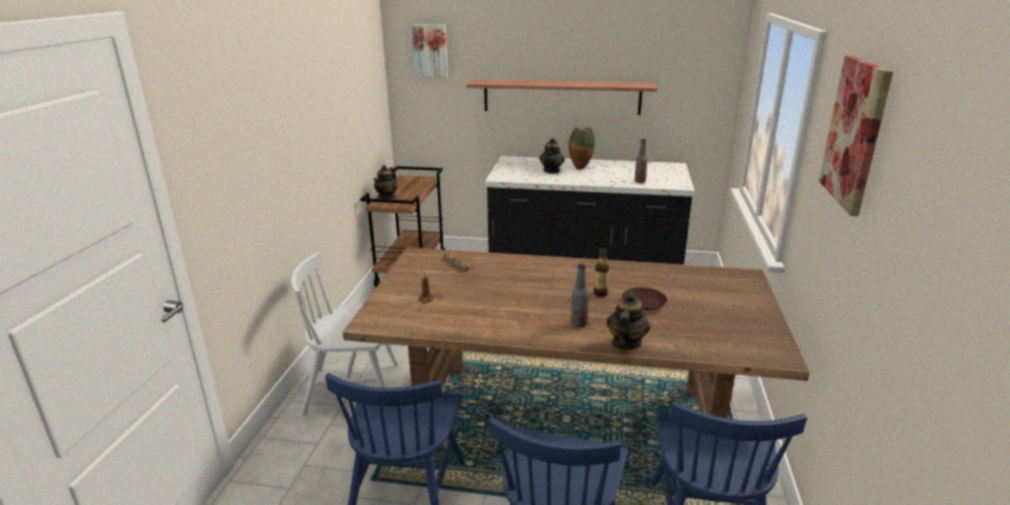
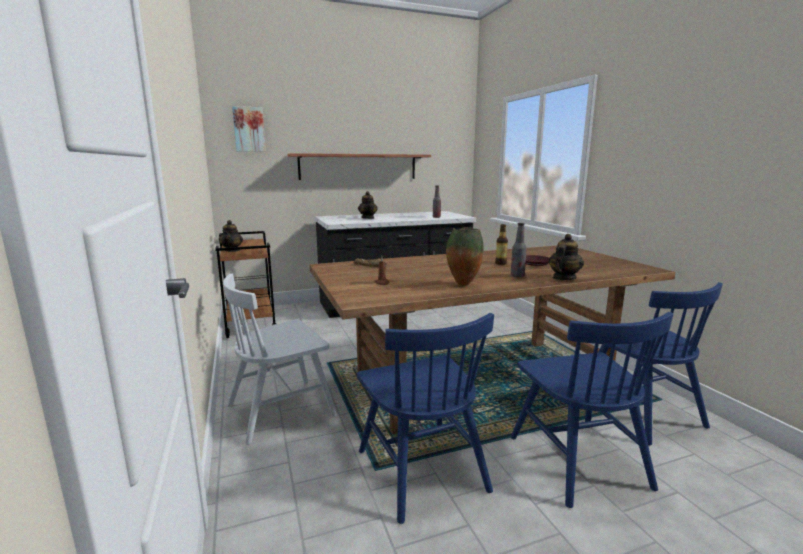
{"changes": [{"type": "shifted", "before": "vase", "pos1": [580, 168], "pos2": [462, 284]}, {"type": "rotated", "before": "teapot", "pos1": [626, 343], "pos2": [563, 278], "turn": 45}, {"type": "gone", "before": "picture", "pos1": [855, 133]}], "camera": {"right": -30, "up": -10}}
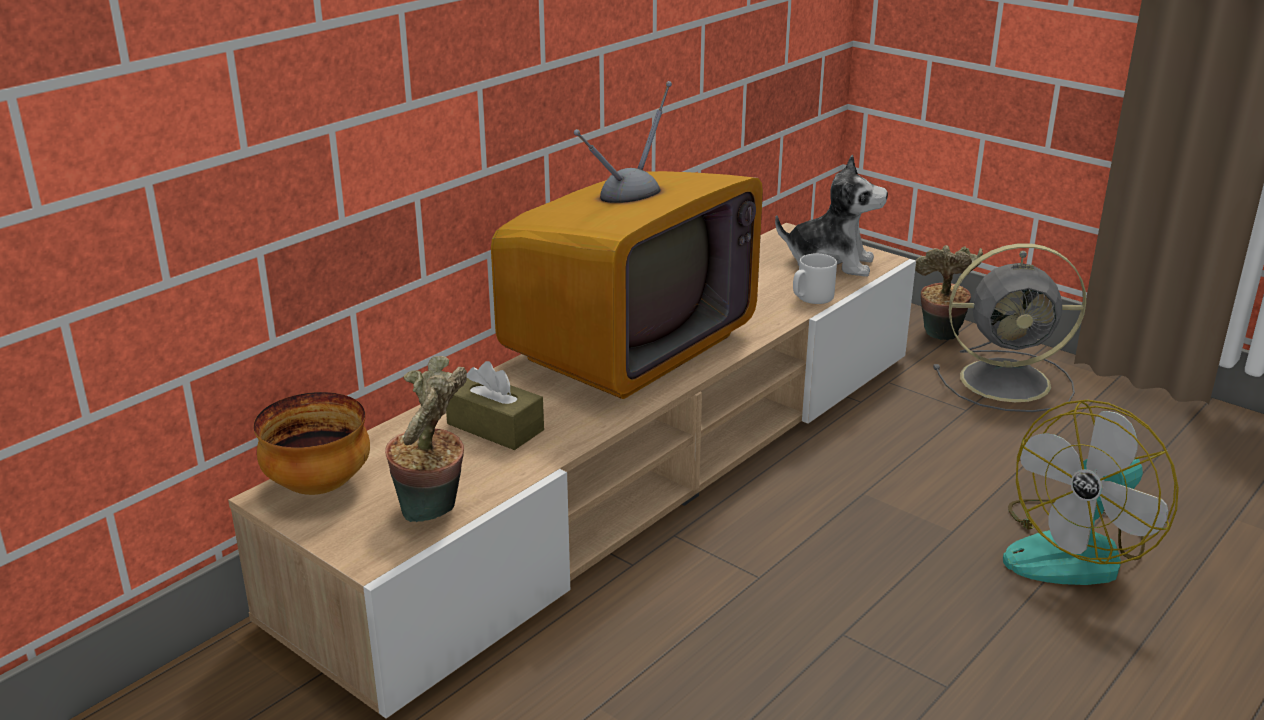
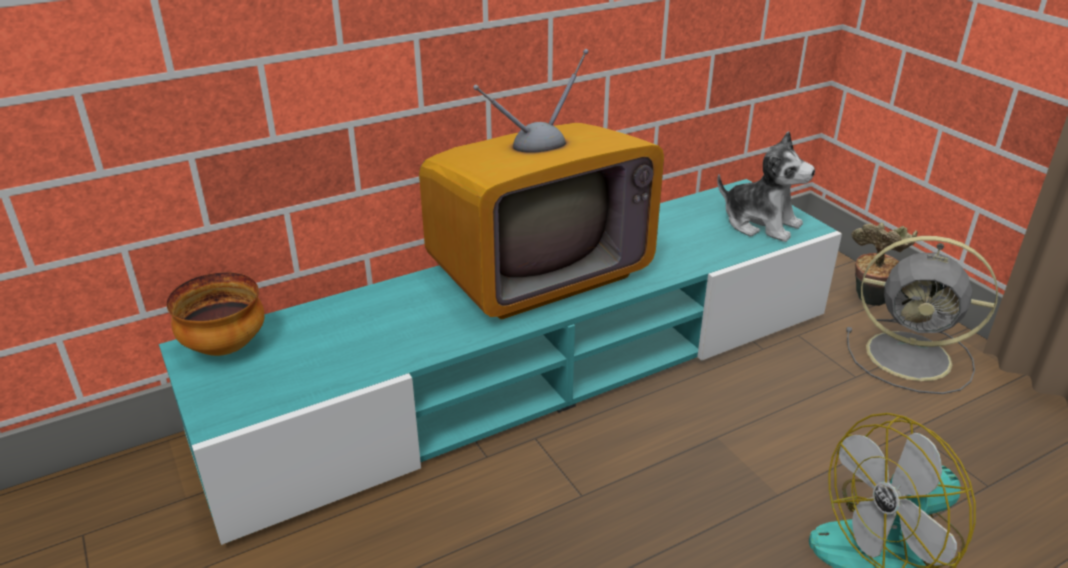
{"changes": [{"type": "repainted", "before": "tv stand/beige", "after": "tv stand/turquoise", "pos1": [633, 472], "pos2": [535, 373]}, {"type": "gone", "before": "potted plant", "pos1": [433, 511]}, {"type": "gone", "before": "tissue box/brown", "pos1": [495, 427]}, {"type": "gone", "before": "mug/grey", "pos1": [811, 298]}], "camera": {"right": 20, "up": 5}}
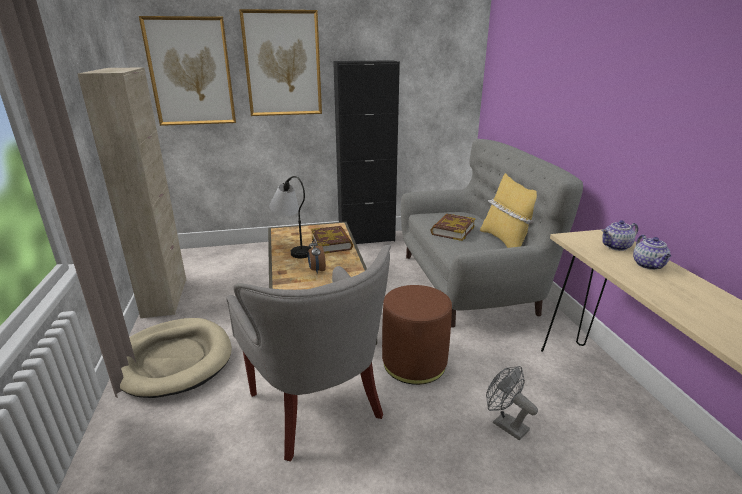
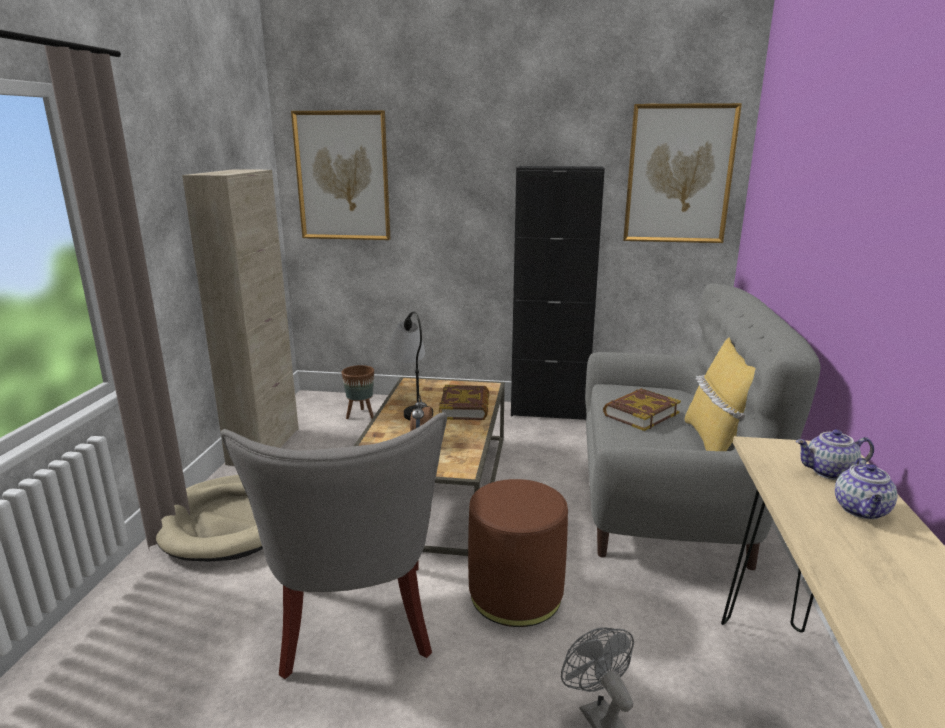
{"changes": [{"type": "new", "after": "planter/brown", "pos2": [360, 415]}, {"type": "shifted", "before": "picture", "pos1": [283, 64], "pos2": [679, 174]}], "camera": {"right": 20, "up": -5}}
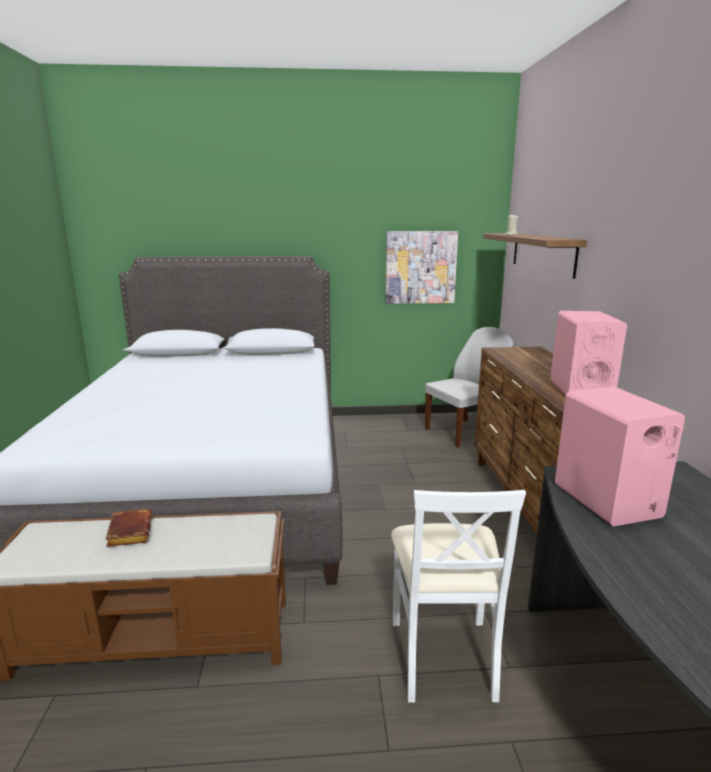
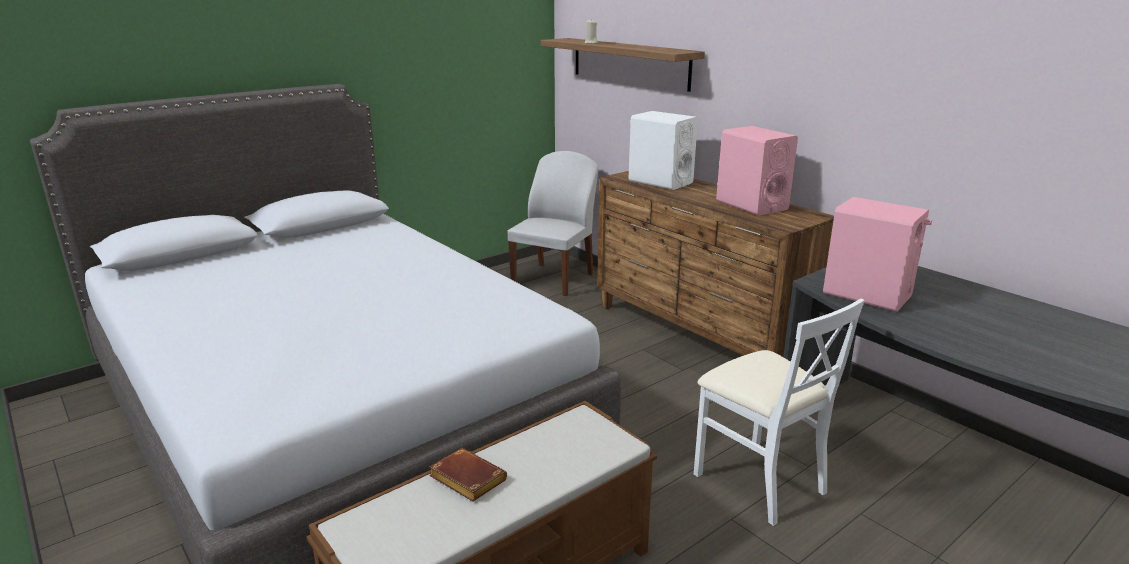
{"changes": [{"type": "new", "after": "speaker/white", "pos2": [660, 182]}, {"type": "gone", "before": "picture", "pos1": [420, 267]}], "camera": {"right": -35, "up": 5}}
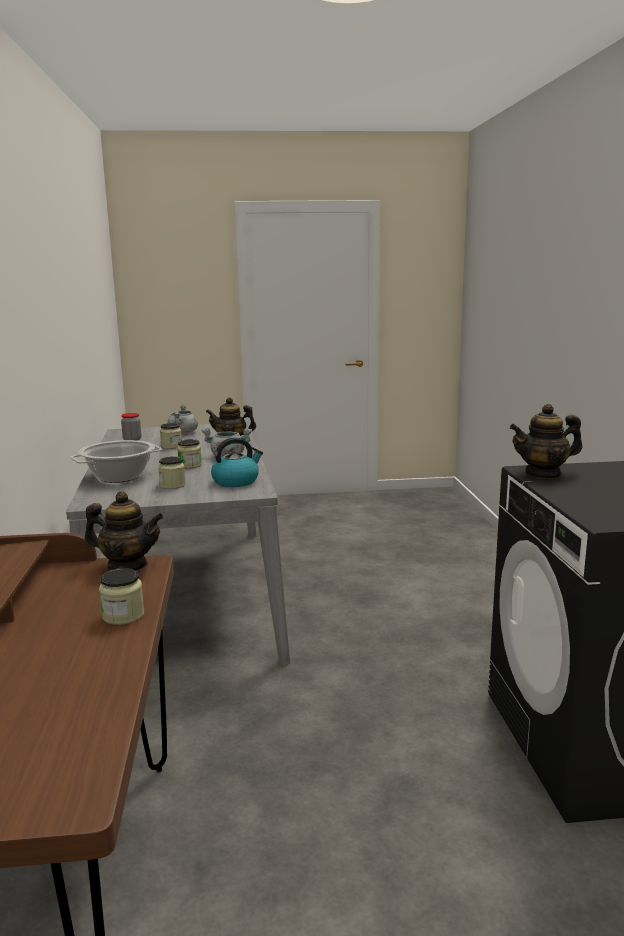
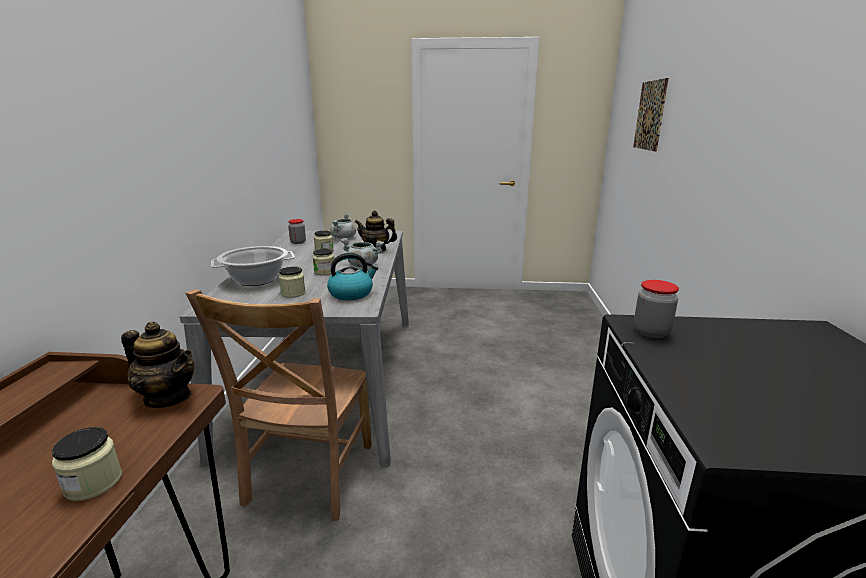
{"changes": [{"type": "new", "after": "chair/brown", "pos2": [308, 477]}, {"type": "new", "after": "picture", "pos2": [650, 115]}, {"type": "swapped", "before": "teapot", "after": "jar", "pos1": [543, 474], "pos2": [651, 332]}], "camera": {"right": 10, "up": 5}}
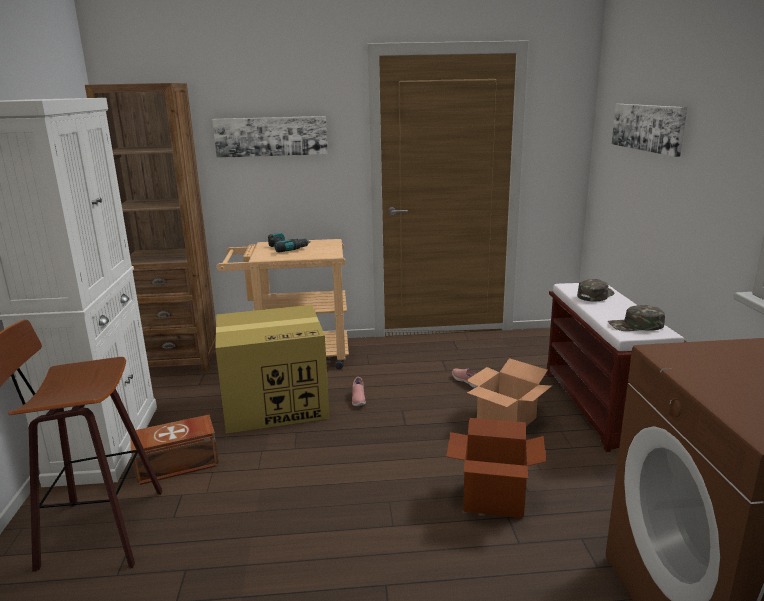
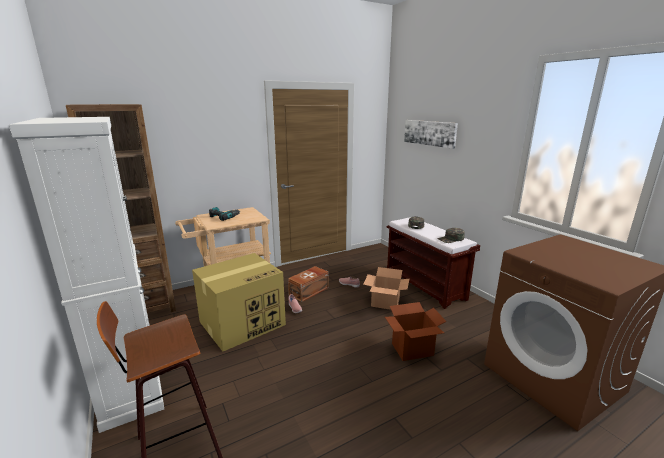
{"changes": [{"type": "shifted", "before": "storage box/brown", "pos1": [178, 465], "pos2": [309, 291]}, {"type": "gone", "before": "picture", "pos1": [271, 136]}], "camera": {"right": -25, "up": 0}}
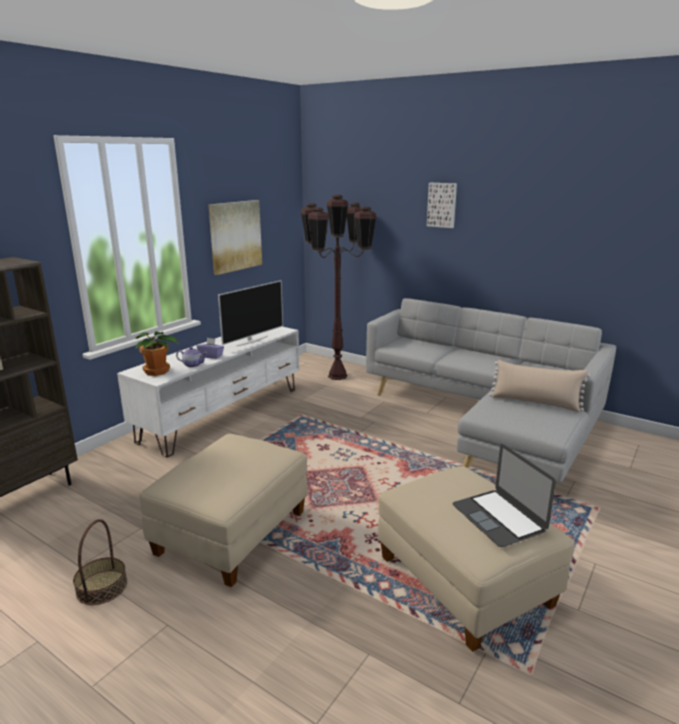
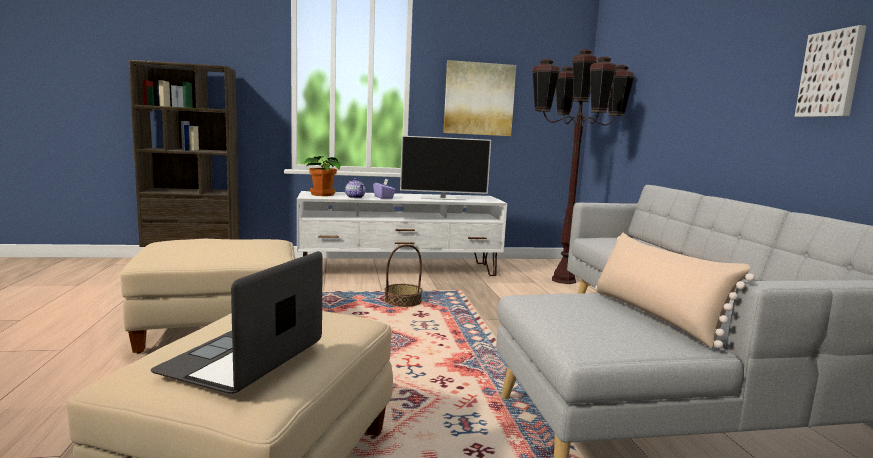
{"changes": [{"type": "shifted", "before": "basket", "pos1": [102, 587], "pos2": [403, 302]}, {"type": "shifted", "before": "picture", "pos1": [442, 205], "pos2": [831, 74]}], "camera": {"right": 45, "up": -10}}
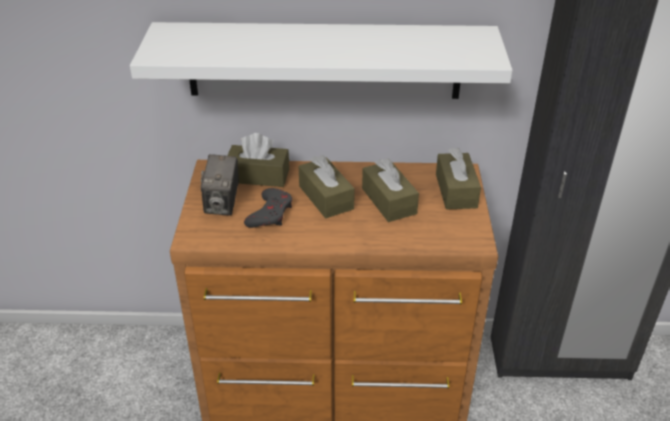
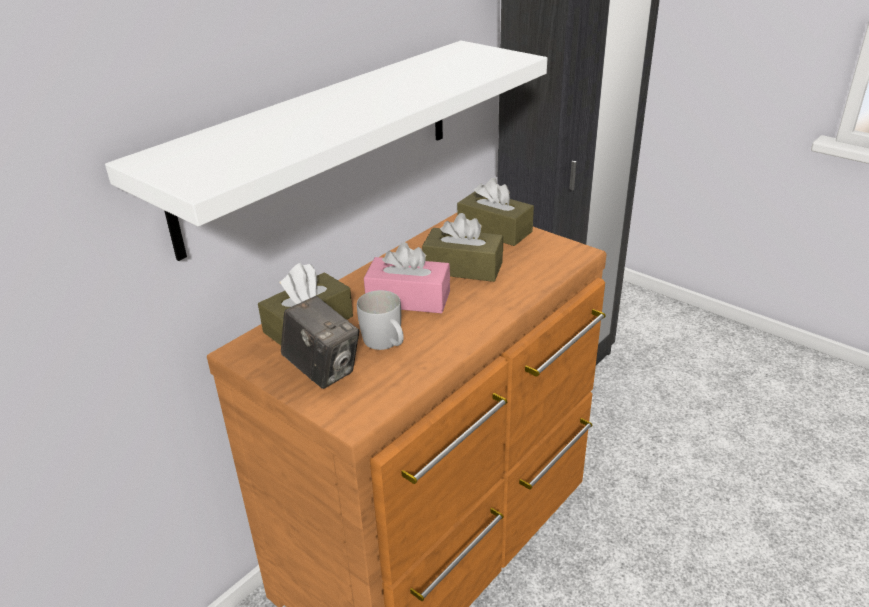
{"changes": [{"type": "swapped", "before": "game controller/grey", "after": "mug/white", "pos1": [270, 213], "pos2": [386, 343]}, {"type": "repainted", "before": "tissue box/brown", "after": "tissue box/pink", "pos1": [326, 197], "pos2": [408, 299]}], "camera": {"right": -50, "up": -5}}
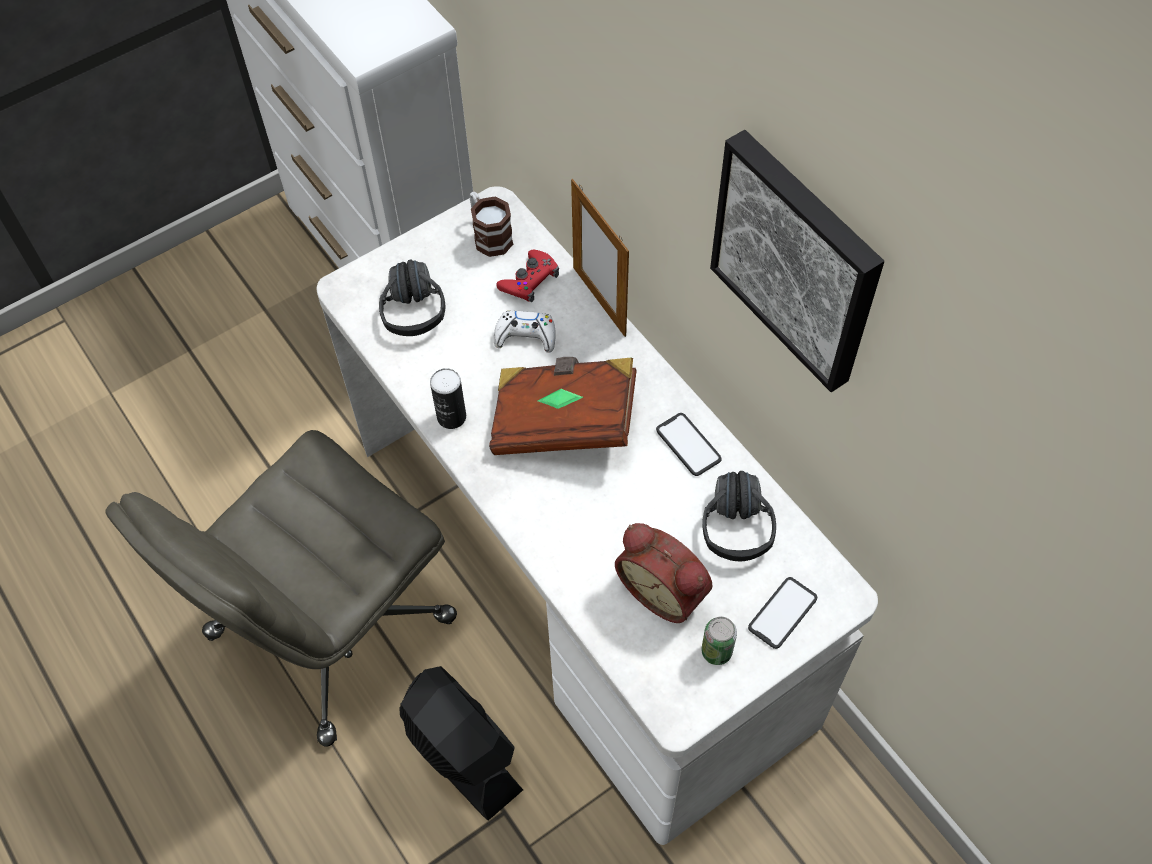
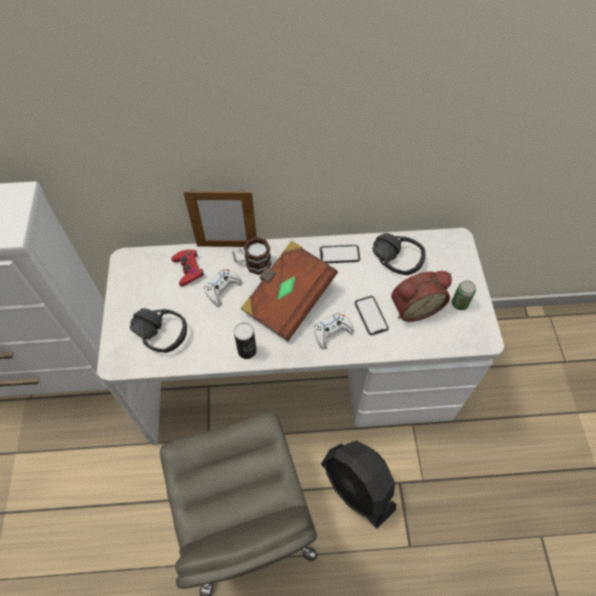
{"changes": [{"type": "shifted", "before": "mug", "pos1": [489, 235], "pos2": [252, 264]}, {"type": "new", "after": "game controller/white", "pos2": [332, 332]}, {"type": "rotated", "before": "fan/black", "pos1": [461, 753], "pos2": [357, 487], "turn": -120}, {"type": "shifted", "before": "phone", "pos1": [782, 613], "pos2": [371, 315]}, {"type": "gone", "before": "picture", "pos1": [798, 259]}], "camera": {"right": -60, "up": 0}}
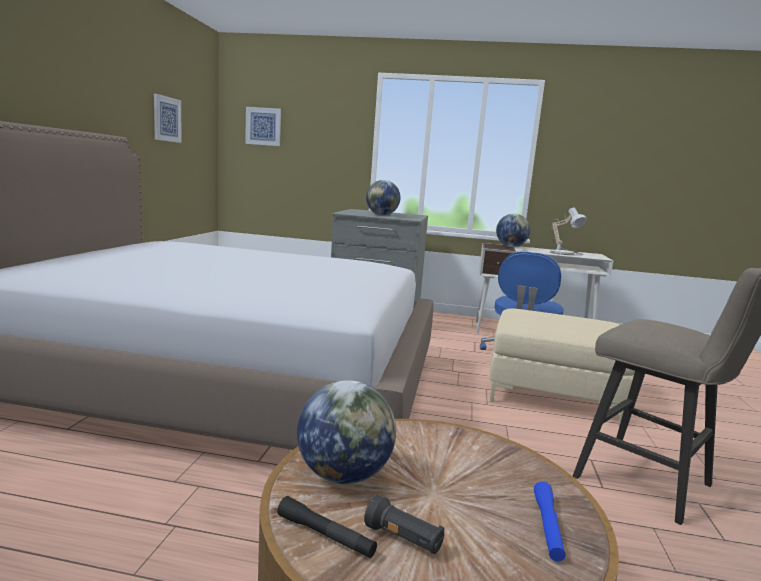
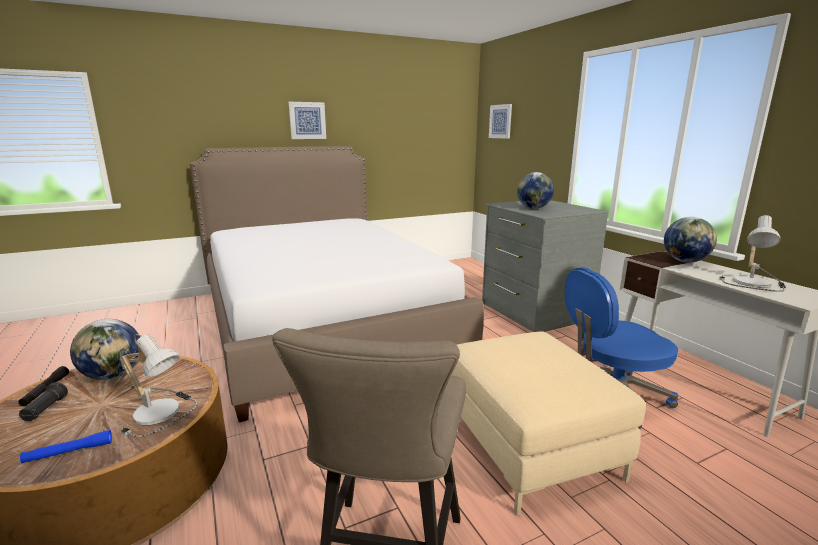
{"changes": [{"type": "new", "after": "table lamp", "pos2": [162, 411]}, {"type": "shifted", "before": "picture", "pos1": [166, 119], "pos2": [307, 120]}], "camera": {"right": 55, "up": 5}}
